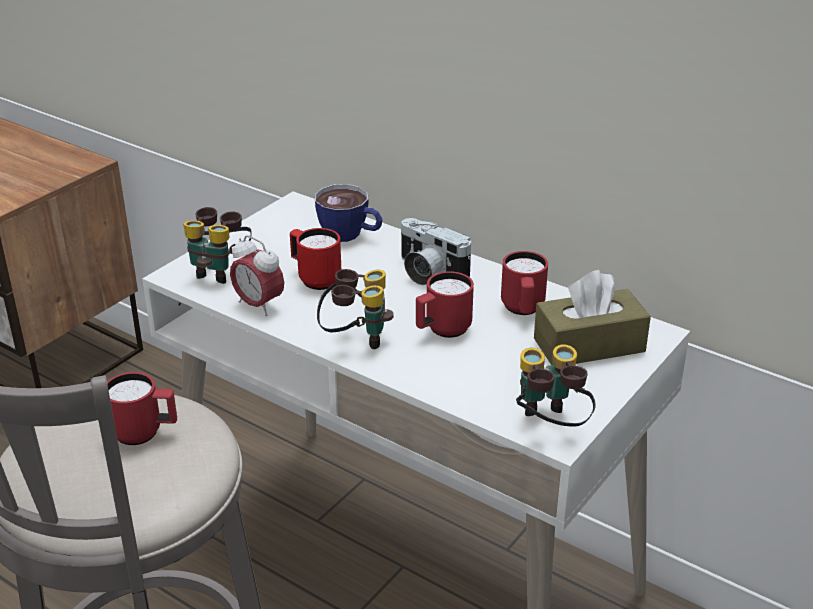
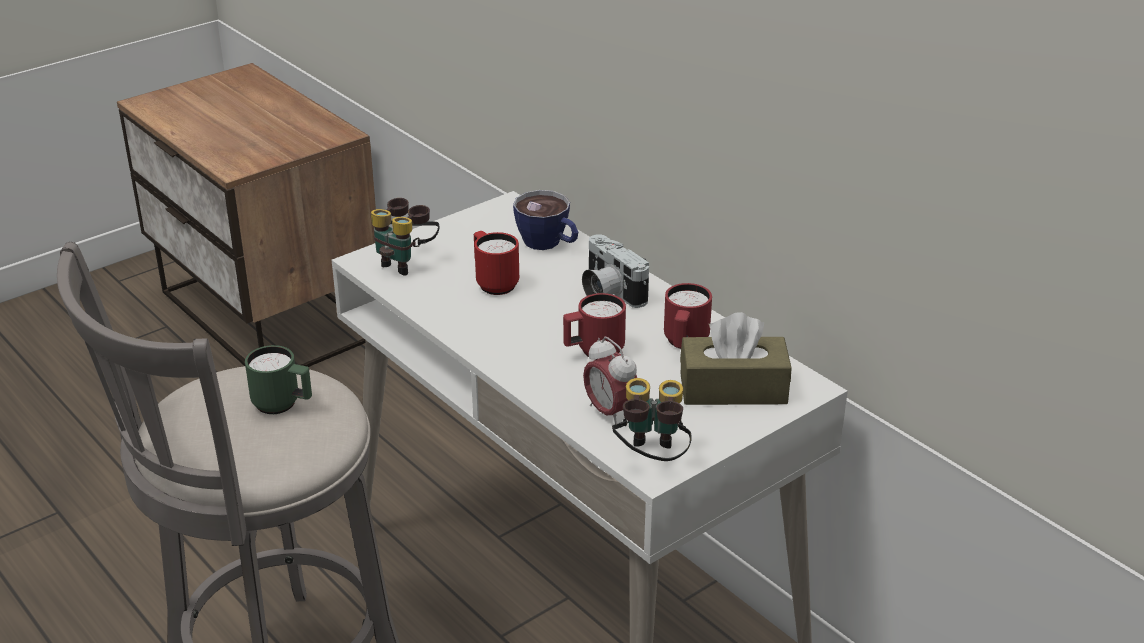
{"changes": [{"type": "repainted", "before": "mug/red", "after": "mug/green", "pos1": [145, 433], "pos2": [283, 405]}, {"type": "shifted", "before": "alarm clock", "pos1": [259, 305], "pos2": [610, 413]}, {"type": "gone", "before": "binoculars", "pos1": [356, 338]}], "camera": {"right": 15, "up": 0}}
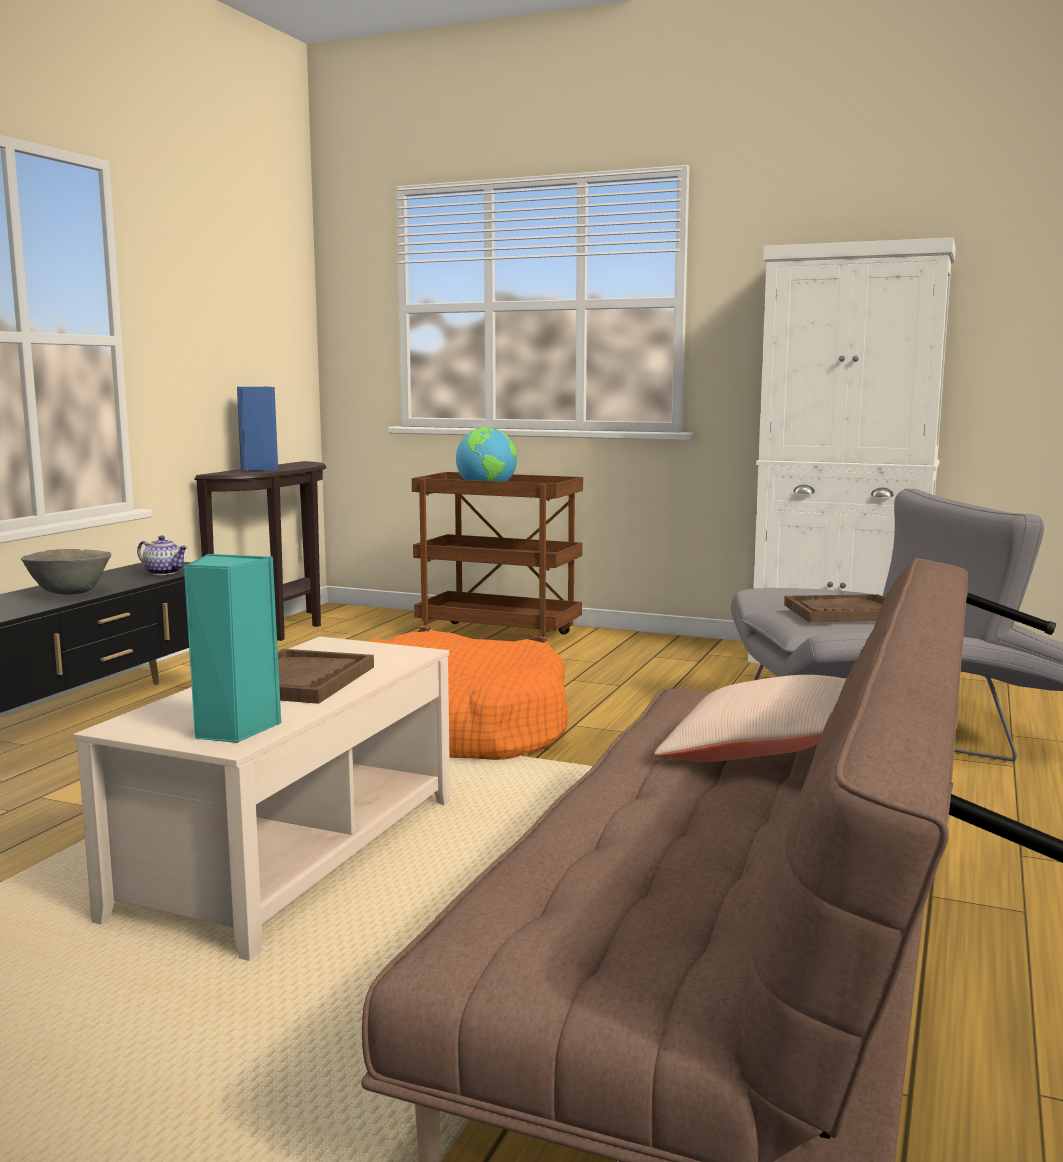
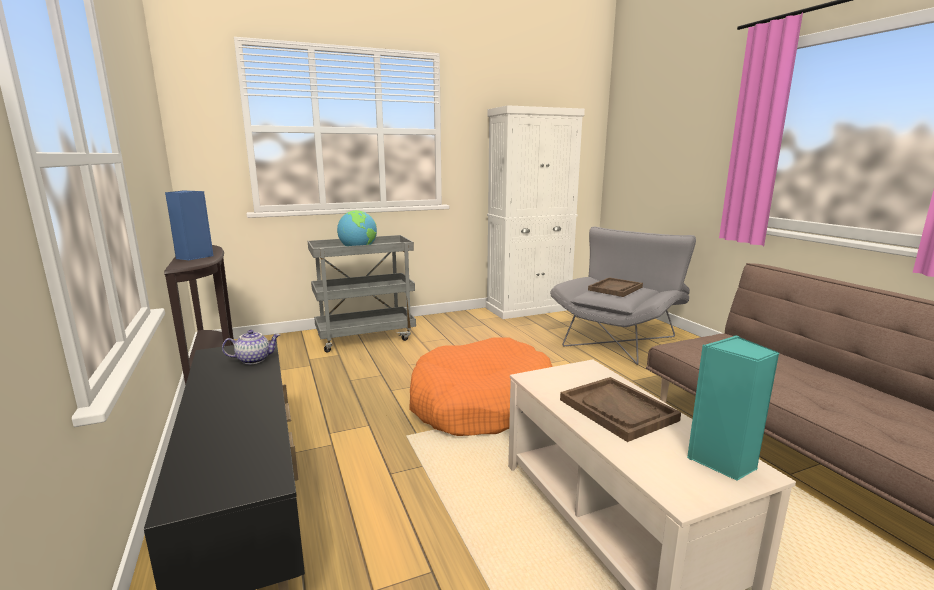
{"changes": [{"type": "repainted", "before": "cart/brown", "after": "cart/grey", "pos1": [500, 636], "pos2": [366, 337]}, {"type": "gone", "before": "bowl/grey", "pos1": [69, 593]}, {"type": "gone", "before": "pillow/beige", "pos1": [758, 751]}], "camera": {"right": -45, "up": 5}}
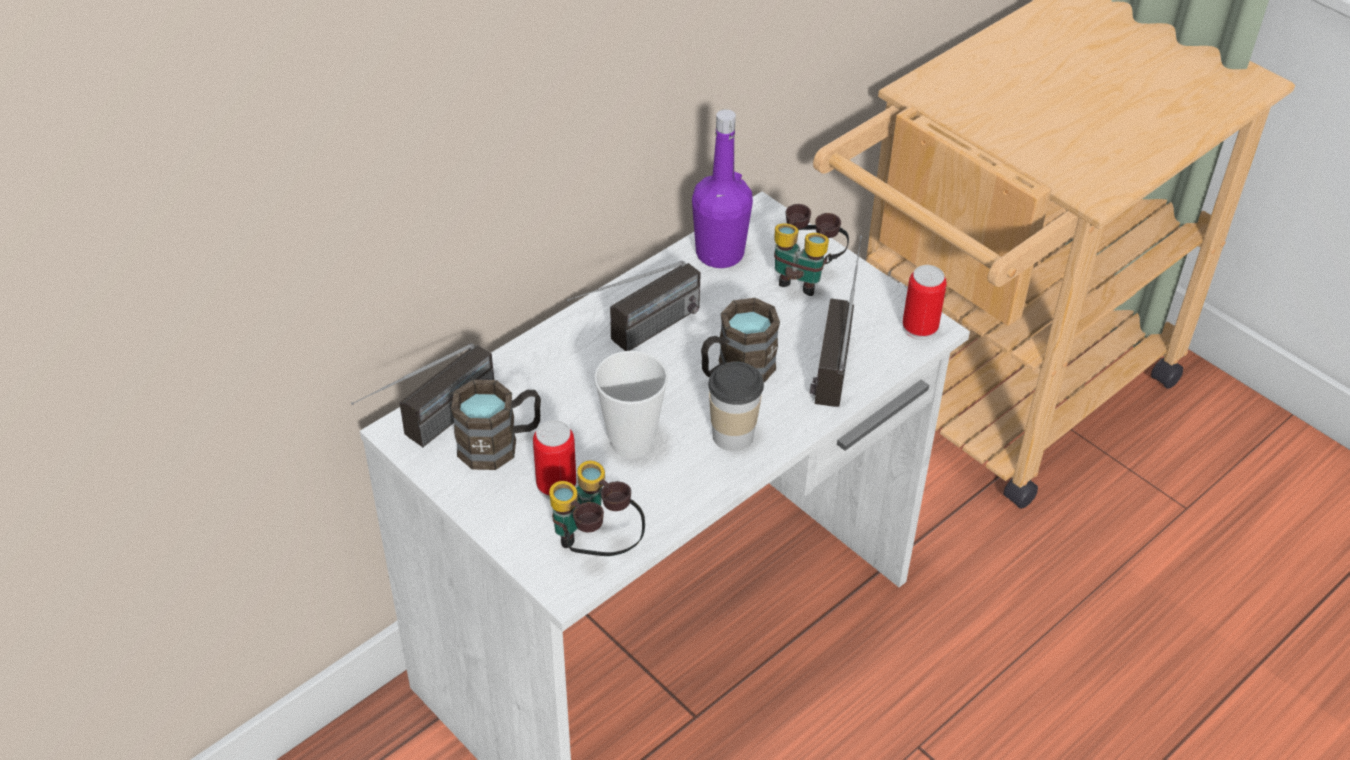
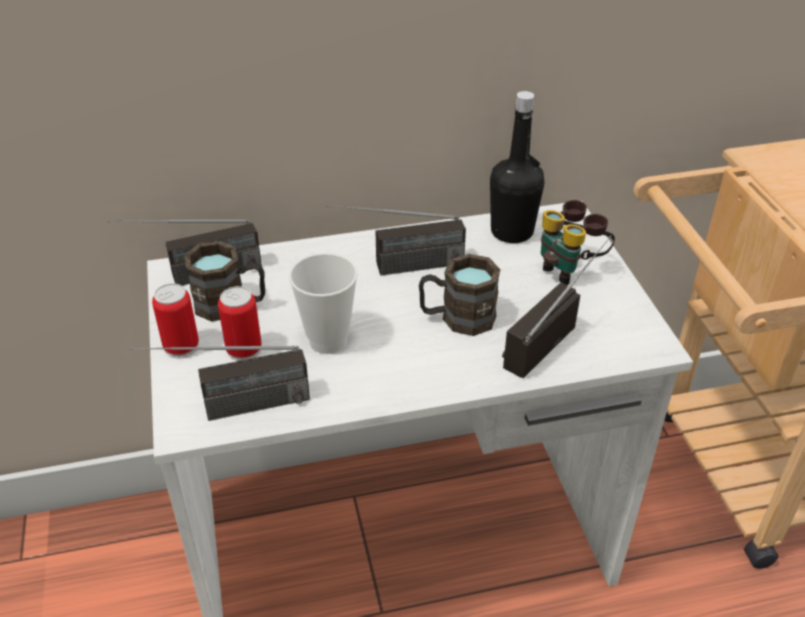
{"changes": [{"type": "swapped", "before": "binoculars", "after": "radio", "pos1": [595, 549], "pos2": [230, 409]}, {"type": "shifted", "before": "can", "pos1": [919, 328], "pos2": [181, 346]}, {"type": "repainted", "before": "bottle/purple", "after": "bottle/black", "pos1": [720, 253], "pos2": [512, 232]}, {"type": "gone", "before": "cup", "pos1": [733, 436]}], "camera": {"right": 30, "up": -5}}
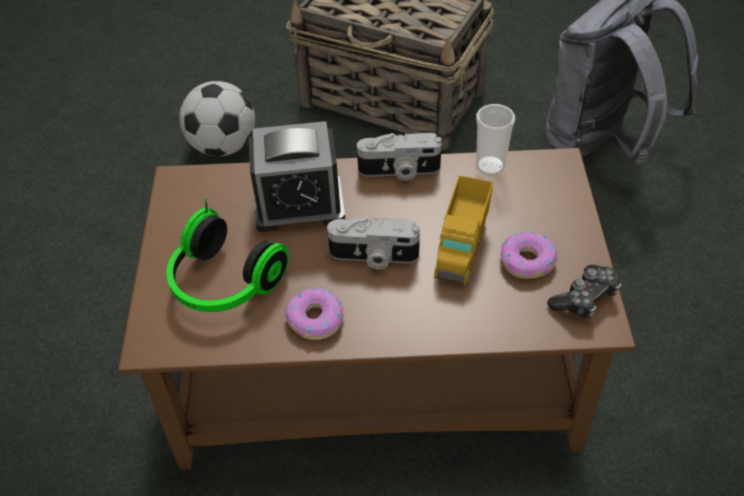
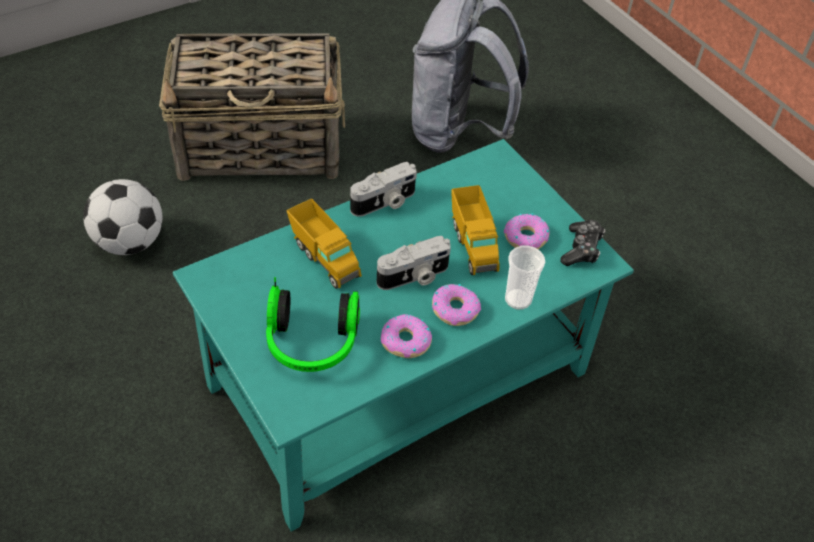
{"changes": [{"type": "repainted", "before": "coffee table/brown", "after": "coffee table/turquoise", "pos1": [380, 368], "pos2": [401, 377]}, {"type": "swapped", "before": "alarm clock", "after": "toy truck", "pos1": [299, 204], "pos2": [324, 258]}, {"type": "new", "after": "donut", "pos2": [455, 309]}, {"type": "shifted", "before": "cup", "pos1": [490, 166], "pos2": [518, 299]}], "camera": {"right": -35, "up": 0}}
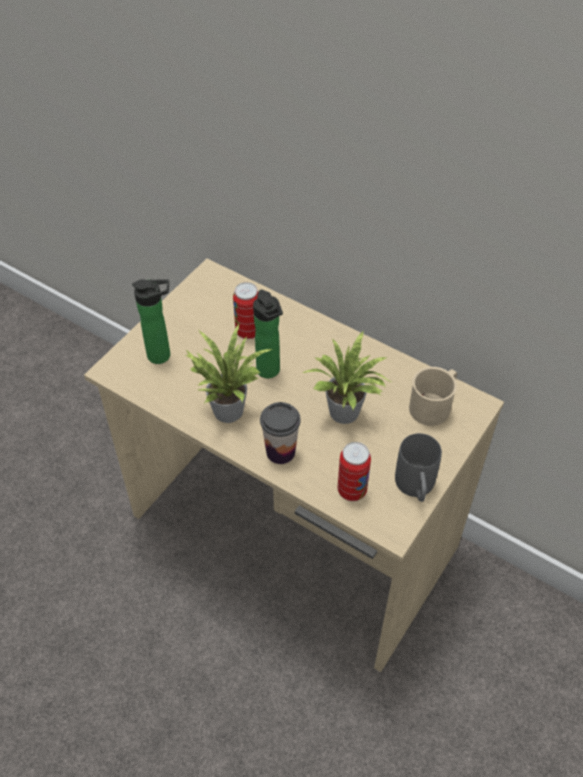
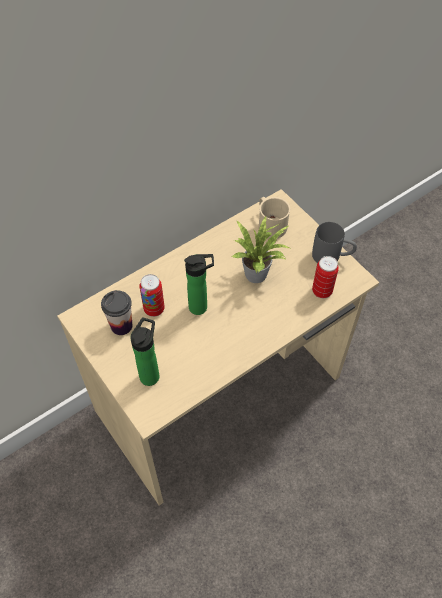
{"changes": [{"type": "shifted", "before": "cup", "pos1": [280, 452], "pos2": [121, 326]}, {"type": "gone", "before": "potted plant", "pos1": [227, 407]}], "camera": {"right": -70, "up": 5}}
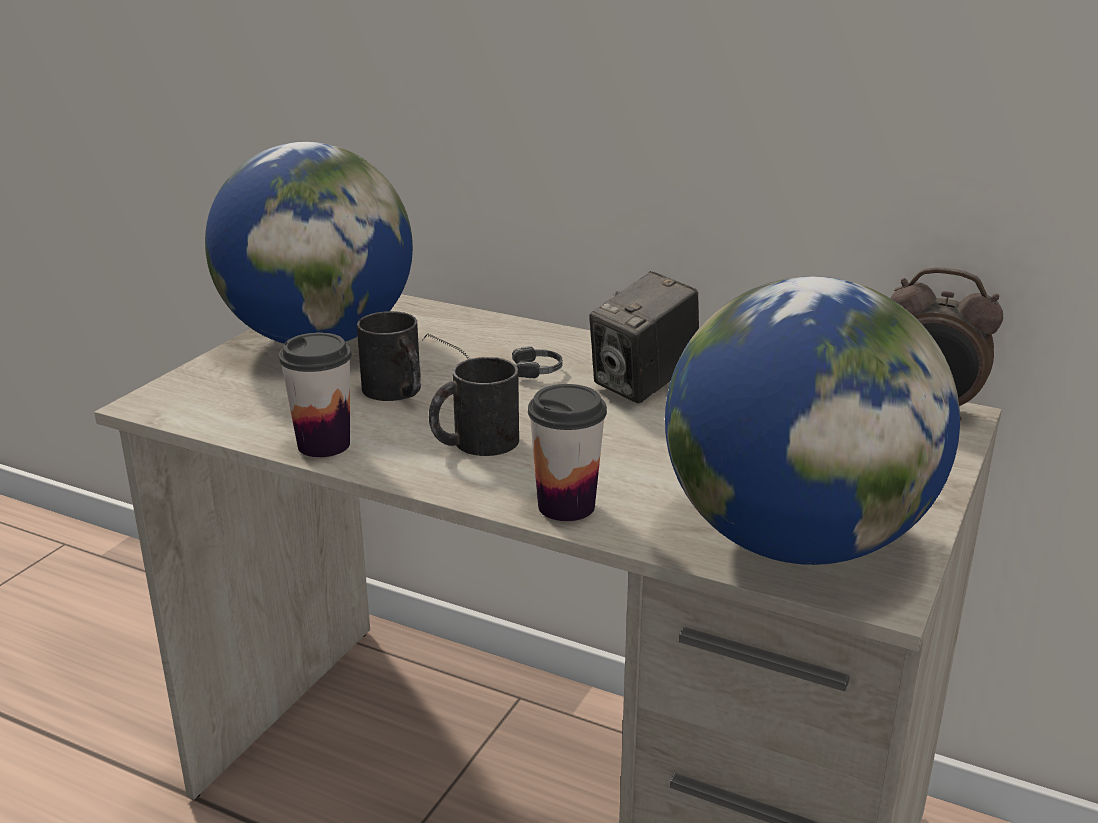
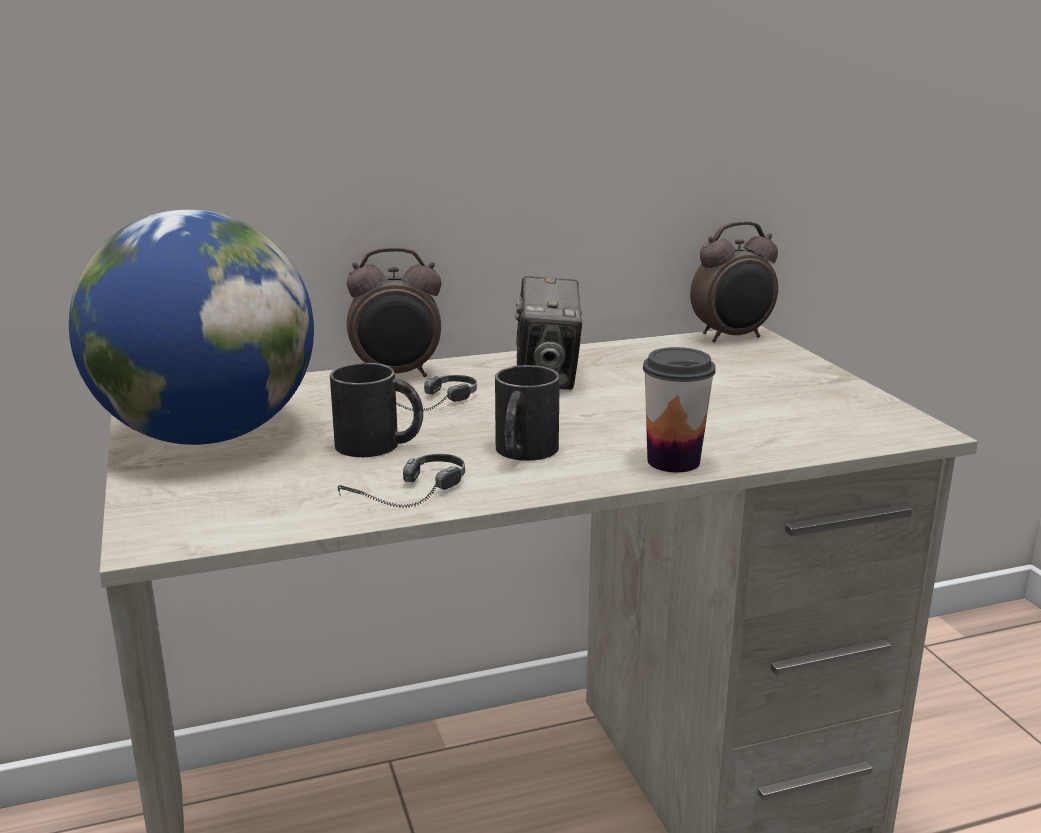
{"changes": [{"type": "swapped", "before": "cup", "after": "headphones", "pos1": [324, 445], "pos2": [409, 500]}, {"type": "new", "after": "alarm clock", "pos2": [397, 375]}, {"type": "gone", "before": "globe", "pos1": [794, 541]}], "camera": {"right": -45, "up": -5}}
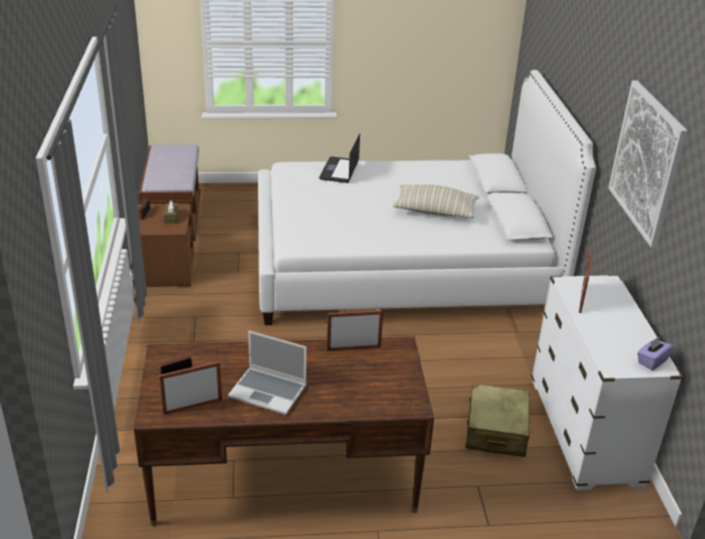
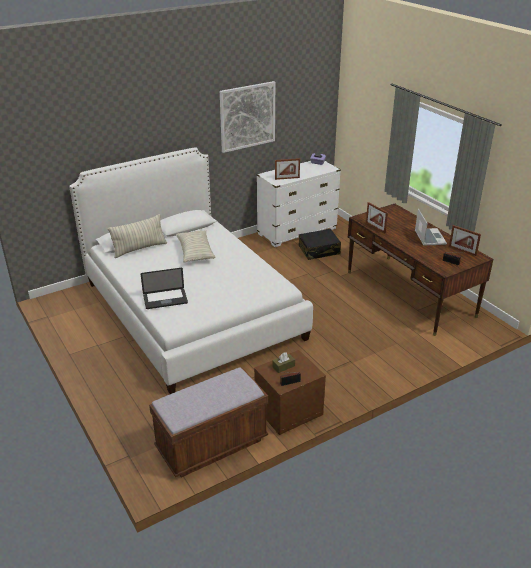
{"changes": [{"type": "new", "after": "pillow", "pos2": [139, 249]}, {"type": "repainted", "before": "suitcase/beige", "after": "suitcase/black", "pos1": [496, 430], "pos2": [319, 250]}], "camera": {"right": -115, "up": 0}}
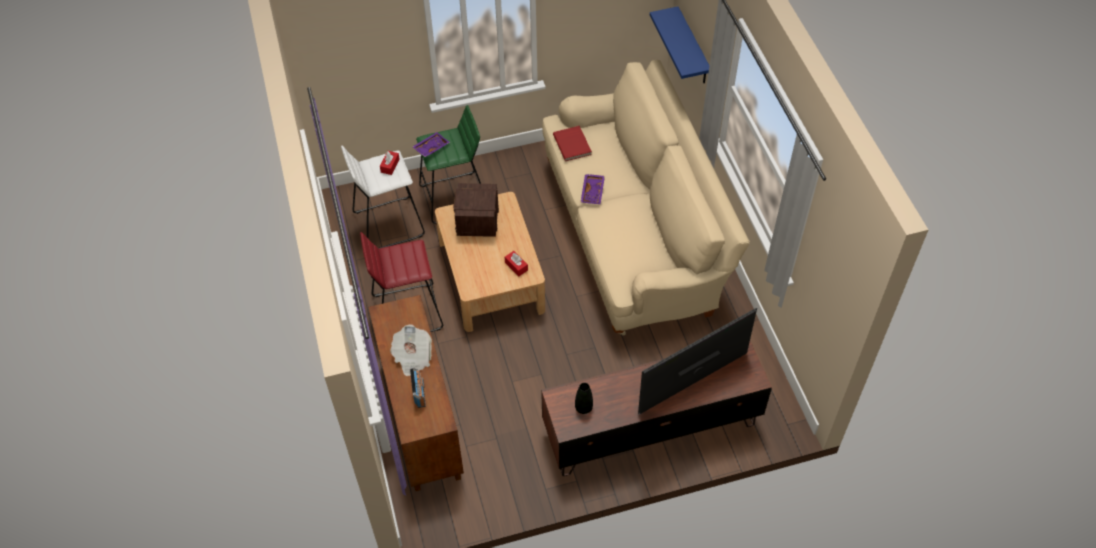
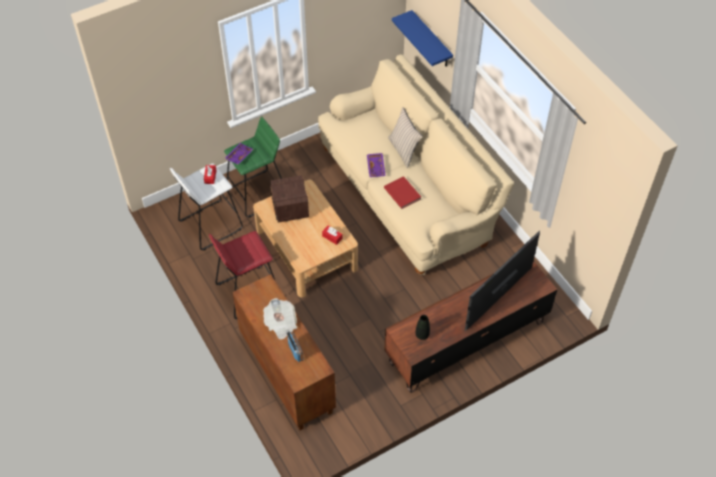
{"changes": [{"type": "shifted", "before": "book/red", "pos1": [573, 144], "pos2": [403, 193]}, {"type": "new", "after": "pillow/beige", "pos2": [404, 150]}], "camera": {"right": -15, "up": 0}}
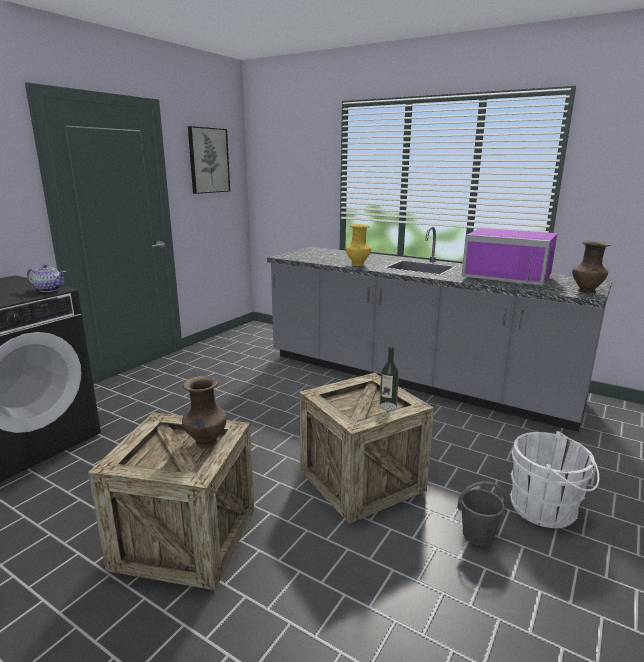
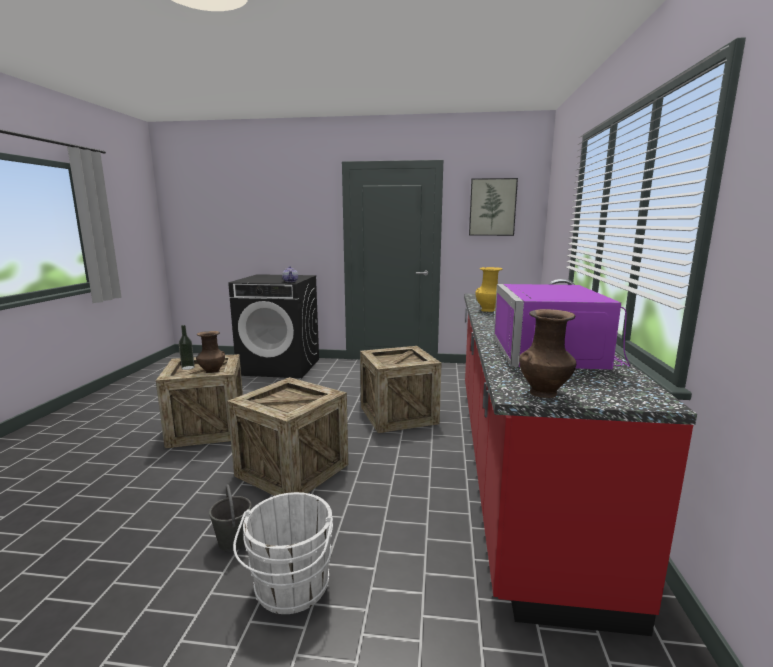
{"changes": [{"type": "shifted", "before": "bottle", "pos1": [388, 406], "pos2": [188, 367]}, {"type": "new", "after": "crate", "pos2": [398, 415]}, {"type": "repainted", "before": "counter/grey", "after": "counter/red", "pos1": [414, 379], "pos2": [516, 463]}], "camera": {"right": 65, "up": -5}}
